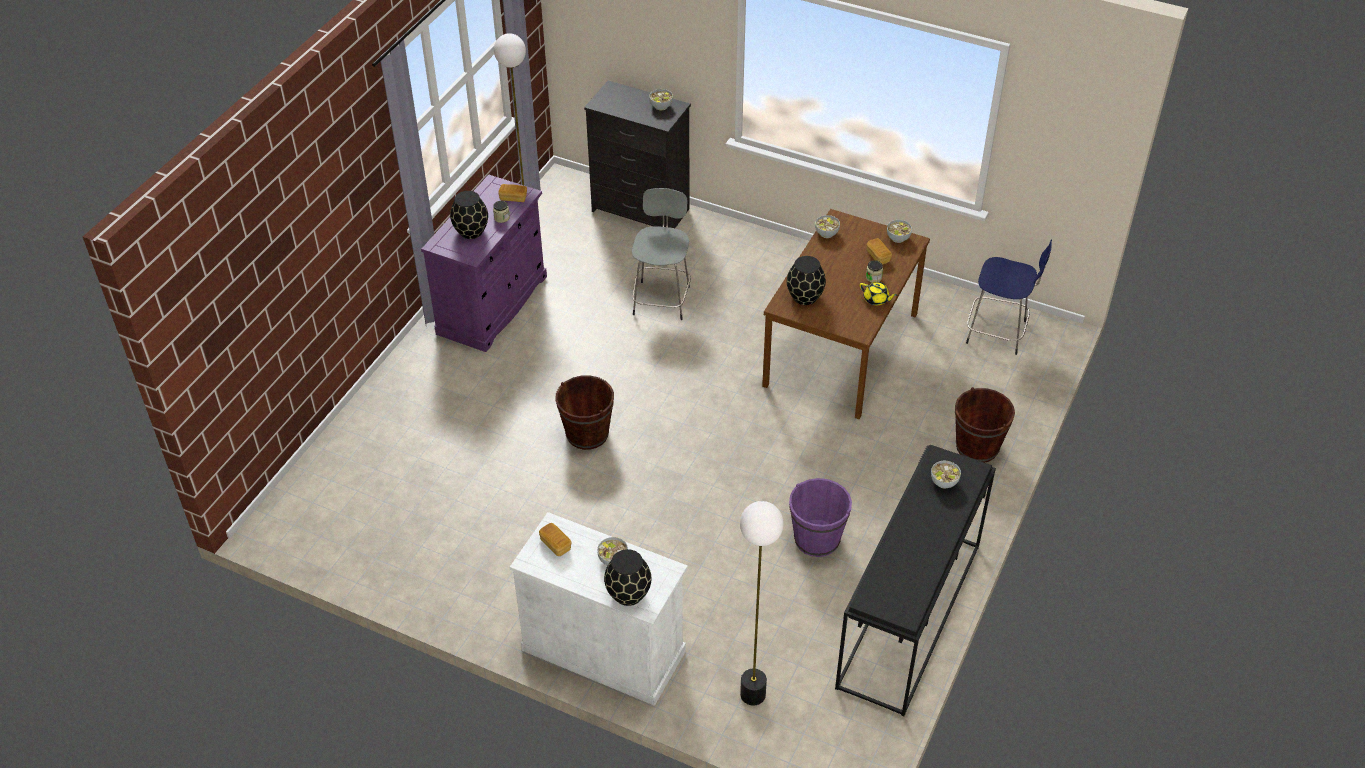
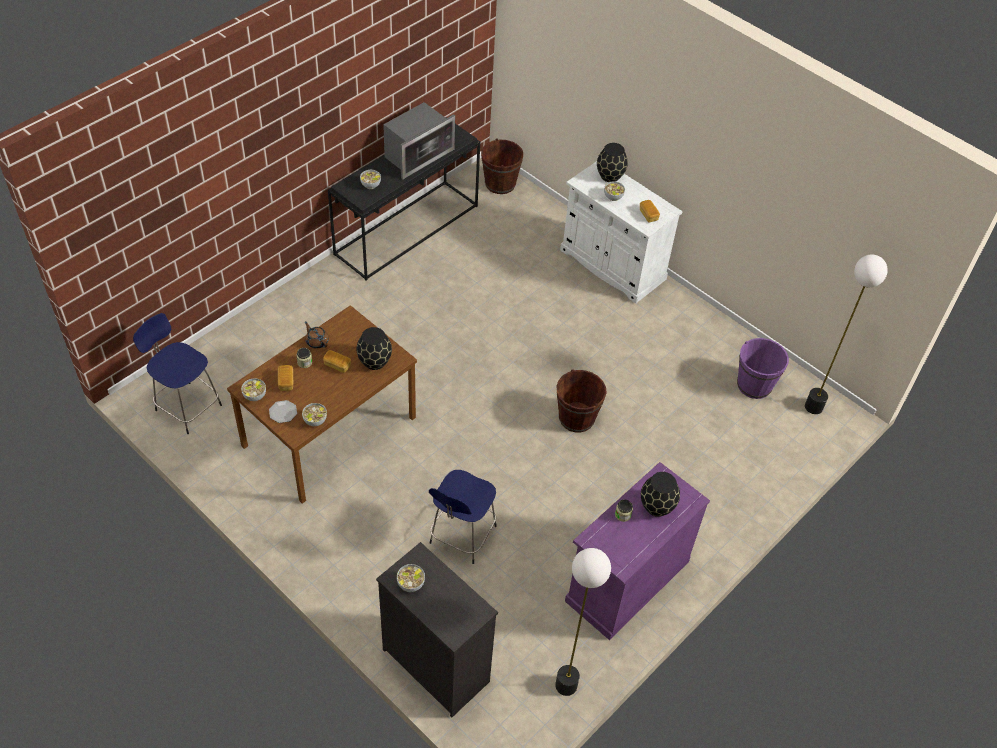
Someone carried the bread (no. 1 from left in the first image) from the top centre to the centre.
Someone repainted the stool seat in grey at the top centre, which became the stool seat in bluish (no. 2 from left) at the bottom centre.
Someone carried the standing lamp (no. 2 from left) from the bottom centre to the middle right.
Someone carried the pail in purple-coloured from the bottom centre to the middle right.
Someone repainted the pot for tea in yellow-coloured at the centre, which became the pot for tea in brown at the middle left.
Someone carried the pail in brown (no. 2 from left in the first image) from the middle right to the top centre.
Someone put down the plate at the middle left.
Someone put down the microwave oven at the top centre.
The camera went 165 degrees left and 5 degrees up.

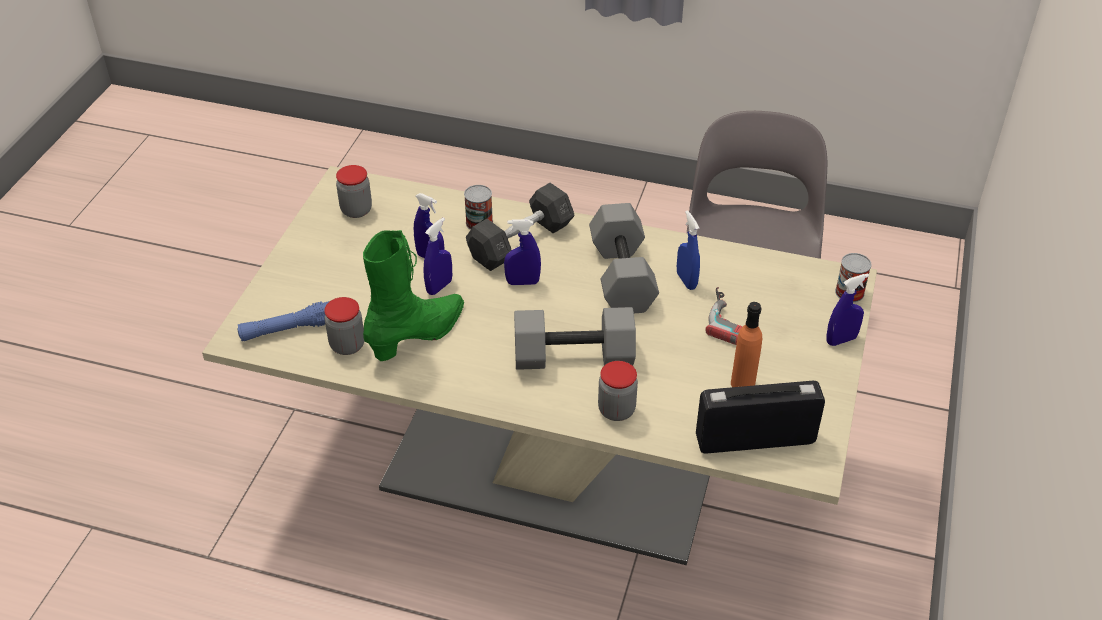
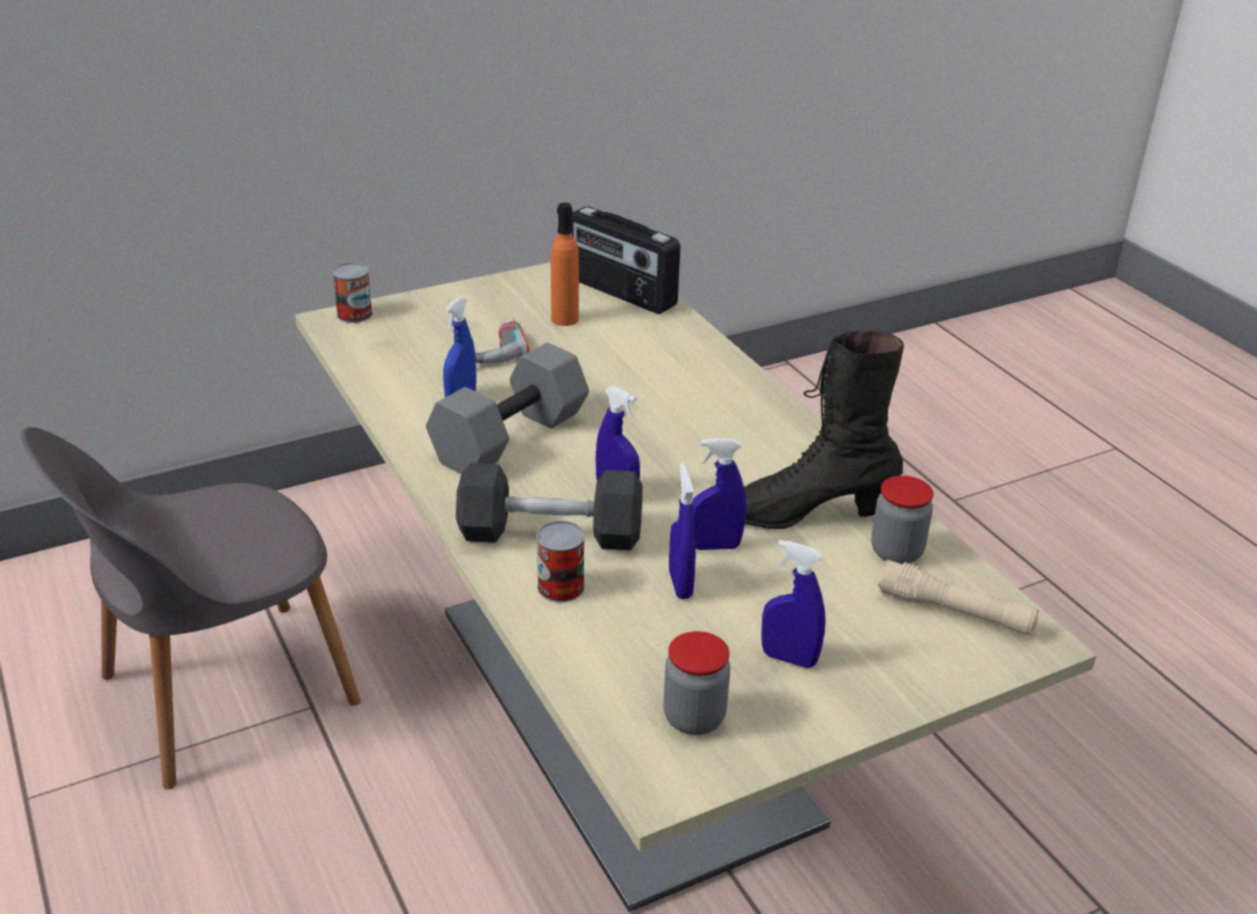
Someone repainted the flashlight in bluish at the middle left, which became the flashlight in beige at the middle right.
Someone repainted the high-top boot in green-coloured at the centre, which became the high-top boot in black at the centre.
Someone took away the free weight in grey (no. 2 from left) at the centre.
Someone took away the storage jar (no. 3 from left) at the centre.
Someone carried the spray bottle in bluish (no. 5 from left) from the middle right to the centre.
The camera went 135 degrees left and 10 degrees down.

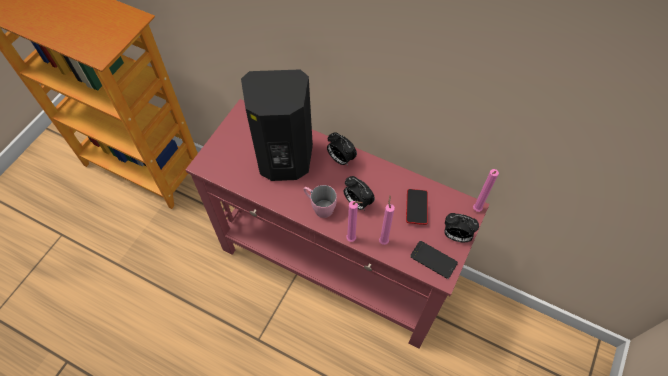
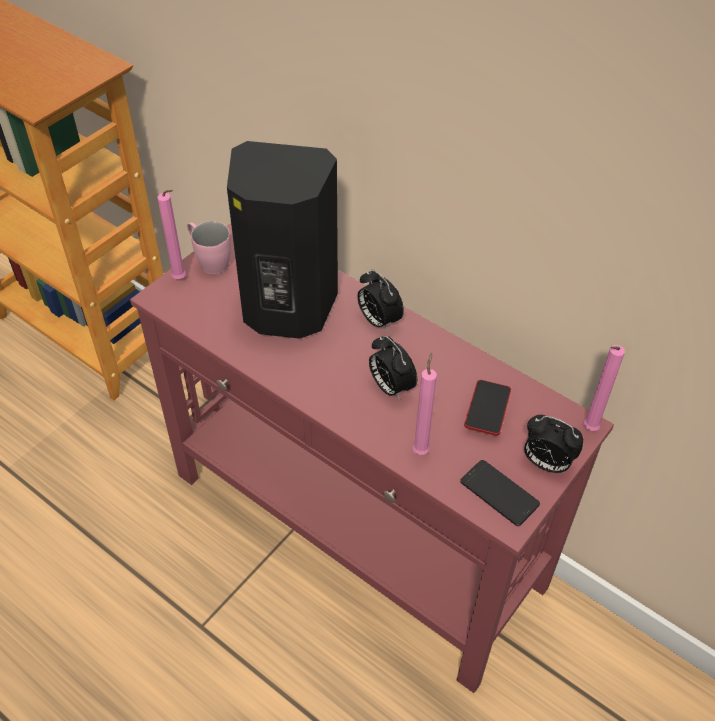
Someone carried the mug in pink from the centre to the middle left.
Someone carried the wax light in pink (no. 1 from left) from the centre to the top left.
The camera went 10 degrees right and 10 degrees down.

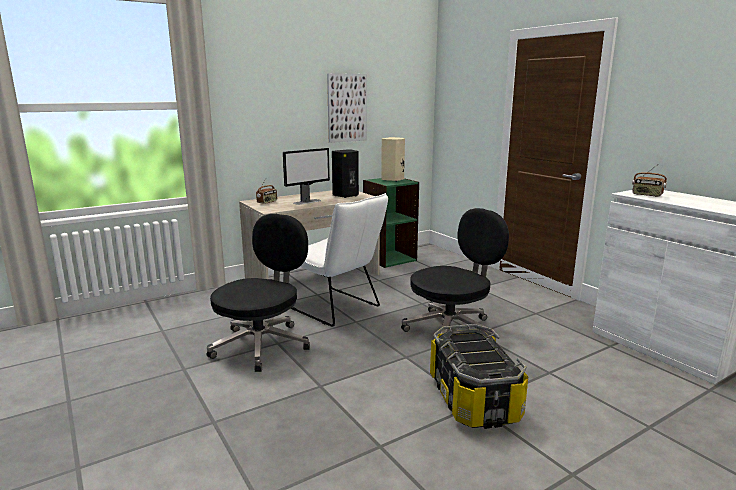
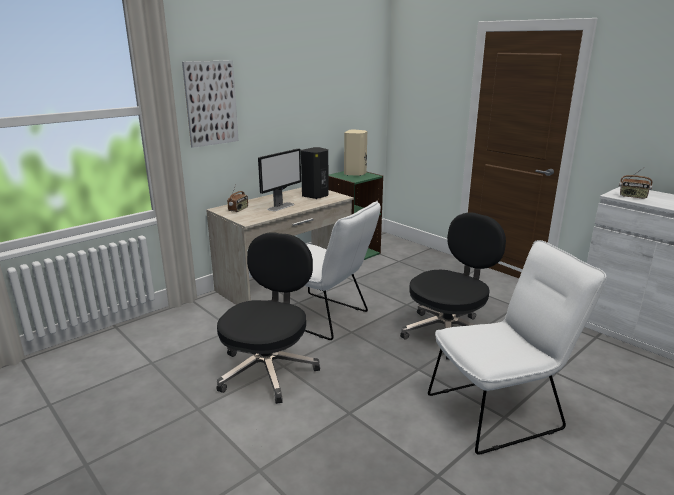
Someone carried the wall picture from the top centre to the top left.
Someone swapped the storage box at the bottom centre for the plain chair in whitish (no. 2 from left) at the bottom right.
The camera went 10 degrees left and 5 degrees up.

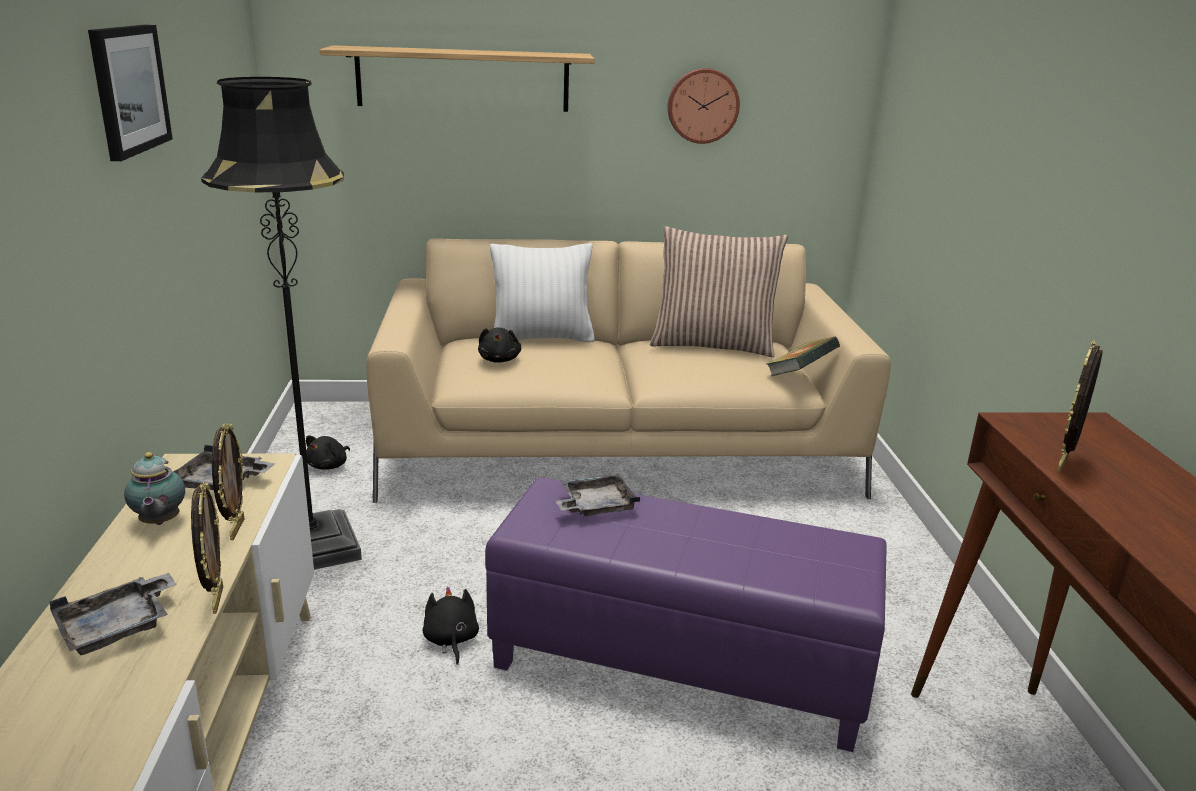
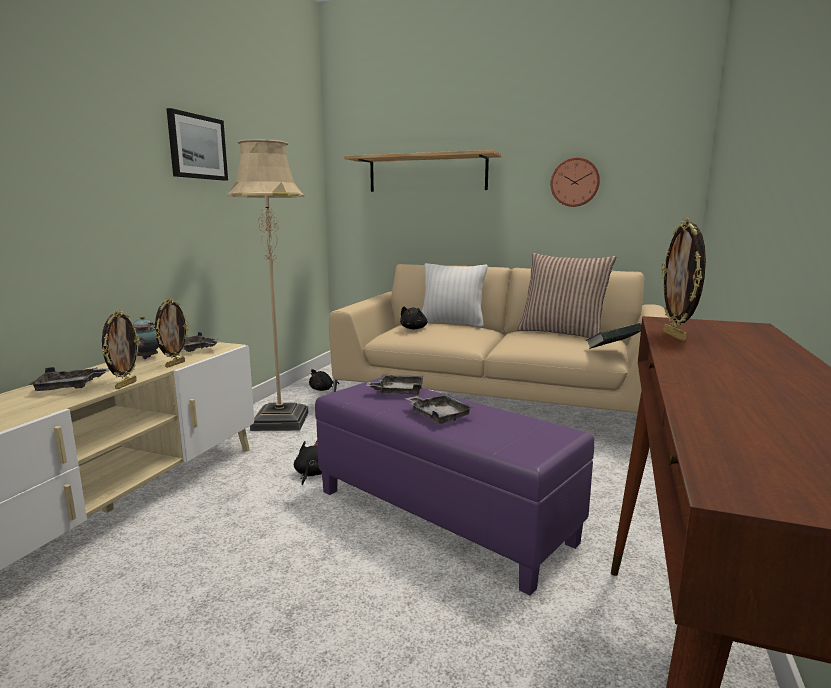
Someone repainted the standing lamp in black at the middle left, which became the standing lamp in beige at the middle left.
Someone rotated the photo frame (no. 3 from left) at the middle right by 60 degrees counterclockwise.
Someone put down the tray in grey (no. 4 from left) at the centre.
The camera went 25 degrees right and 10 degrees down.

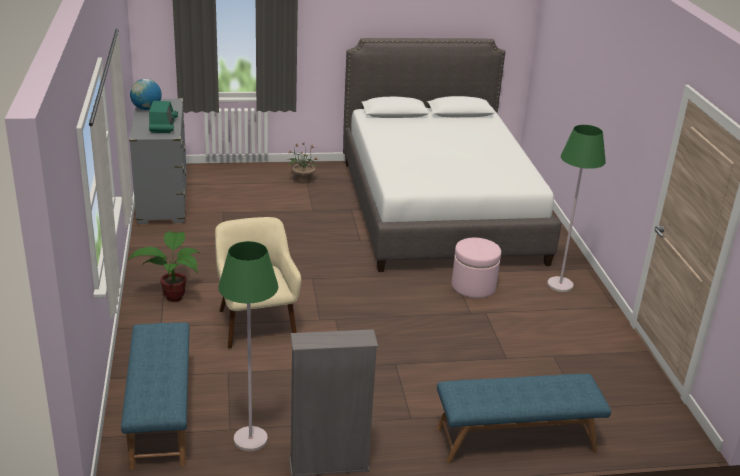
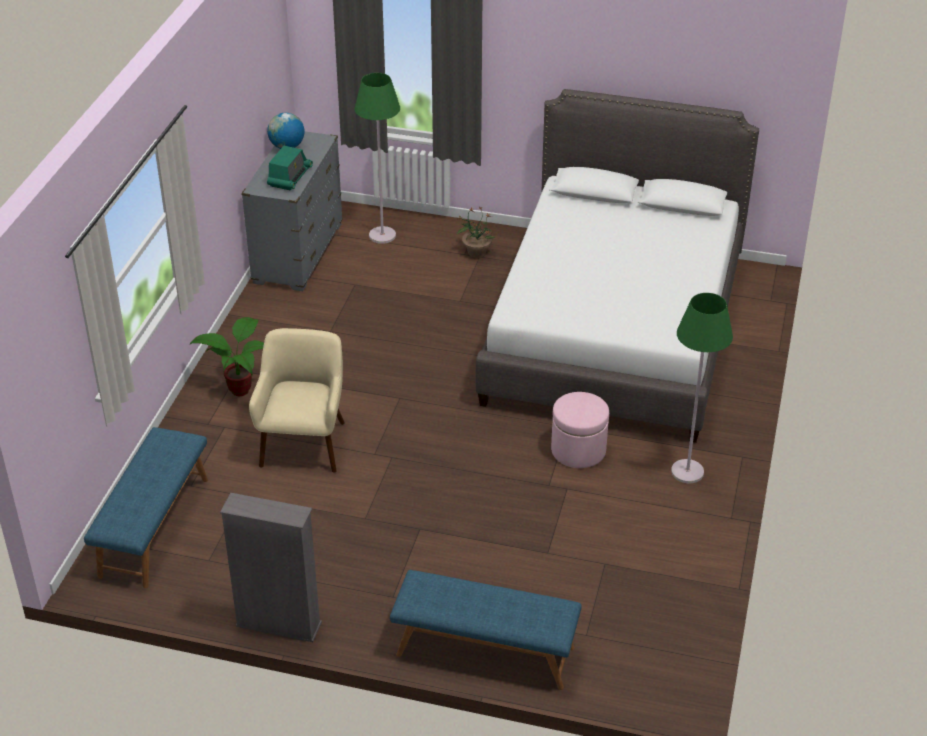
Someone carried the standing lamp in green-coloured (no. 1 from left) from the bottom centre to the top centre.
The camera went 25 degrees right and 10 degrees up.

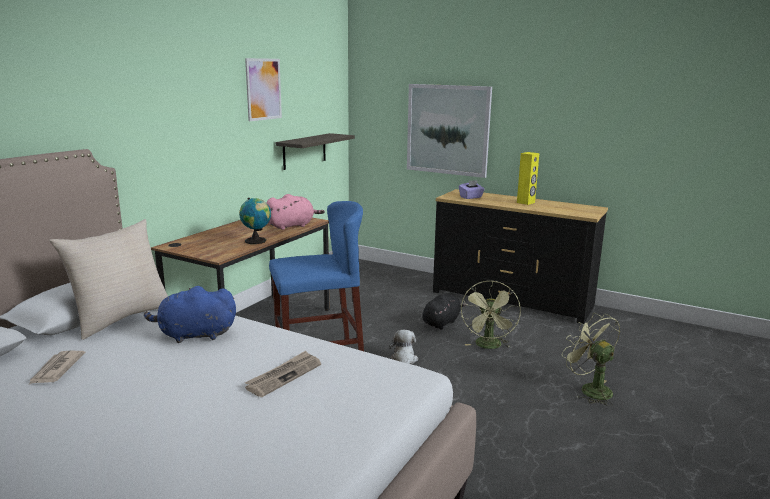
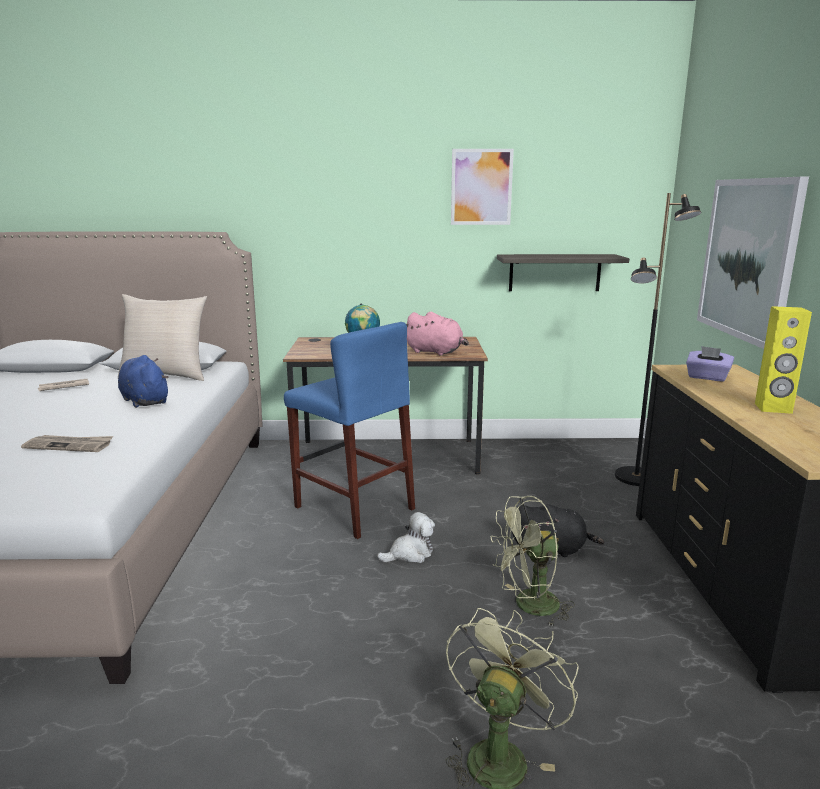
Someone put down the standing lamp in black at the middle right.
The camera went 60 degrees right and 0 degrees up.

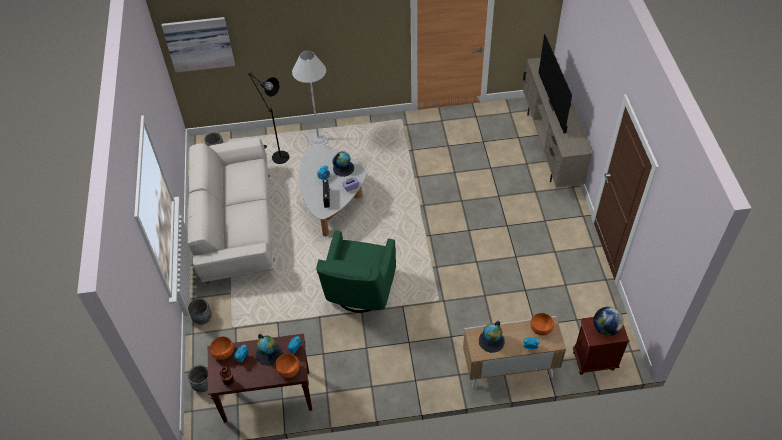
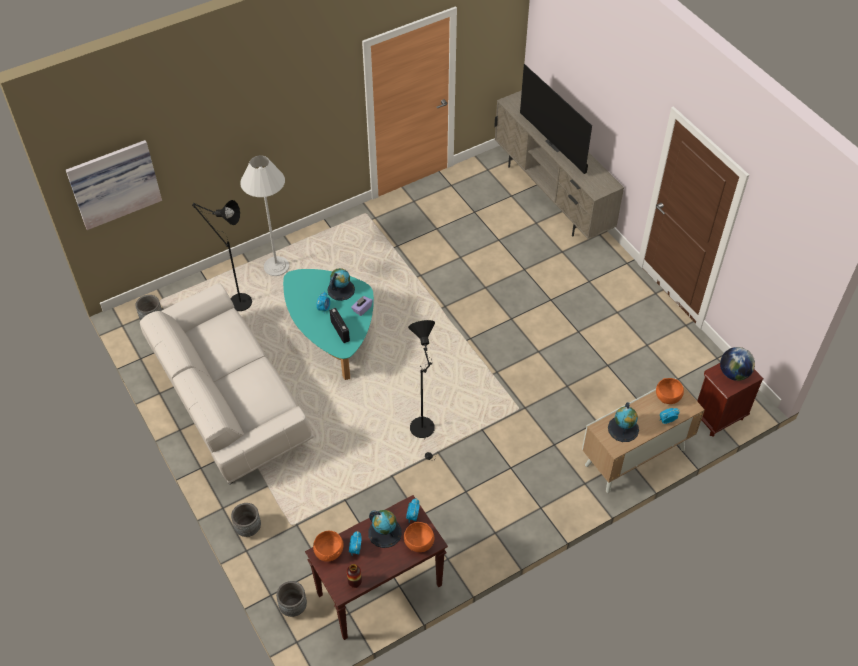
Someone repainted the low table in whitish at the centre, which became the low table in blue-green at the centre.
Someone swapped the lounge chair in green-coloured at the centre for the standing lamp in black (no. 2 from left) at the centre.
The camera went 25 degrees left and 0 degrees up.

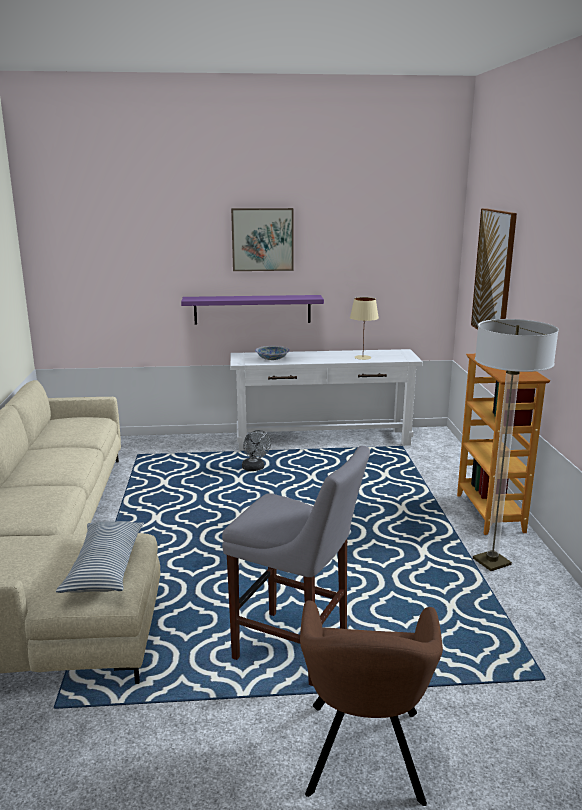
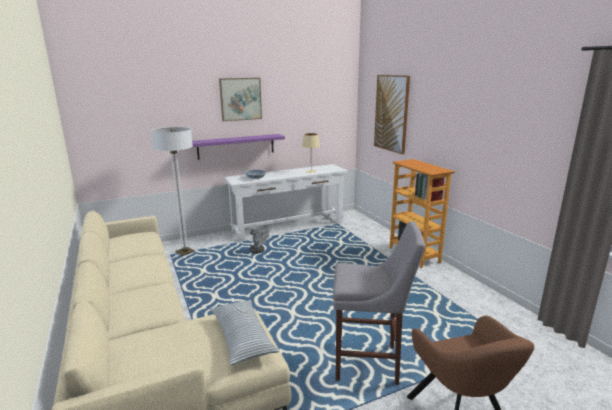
Someone carried the standing lamp from the middle right to the middle left.
The camera went 20 degrees left and 0 degrees up.

